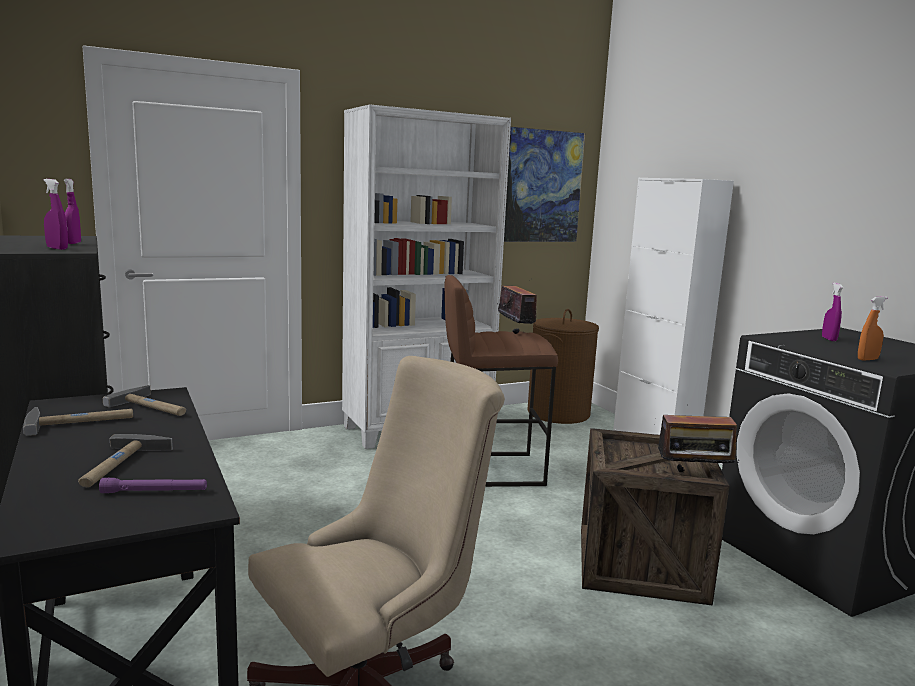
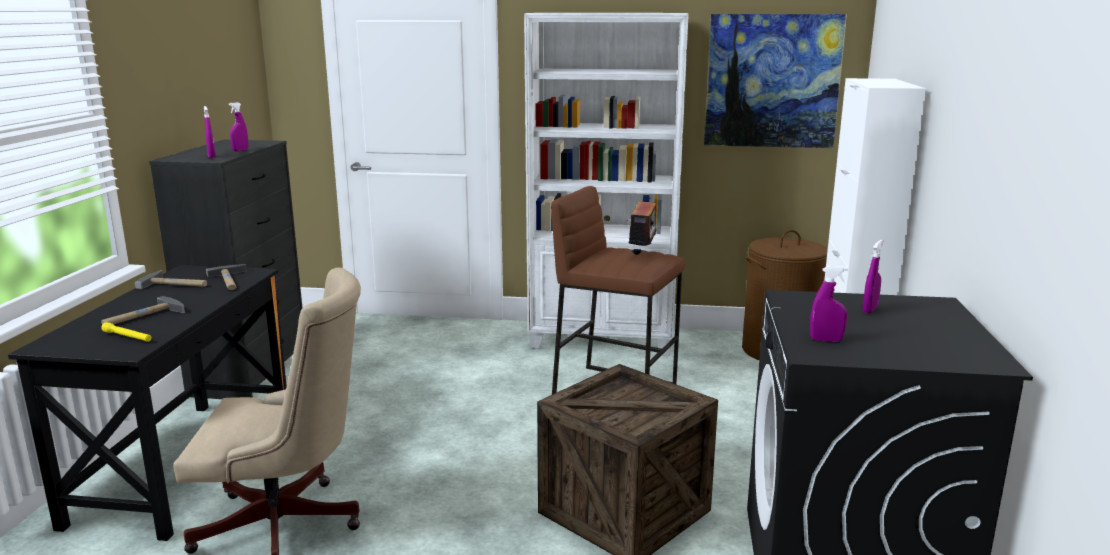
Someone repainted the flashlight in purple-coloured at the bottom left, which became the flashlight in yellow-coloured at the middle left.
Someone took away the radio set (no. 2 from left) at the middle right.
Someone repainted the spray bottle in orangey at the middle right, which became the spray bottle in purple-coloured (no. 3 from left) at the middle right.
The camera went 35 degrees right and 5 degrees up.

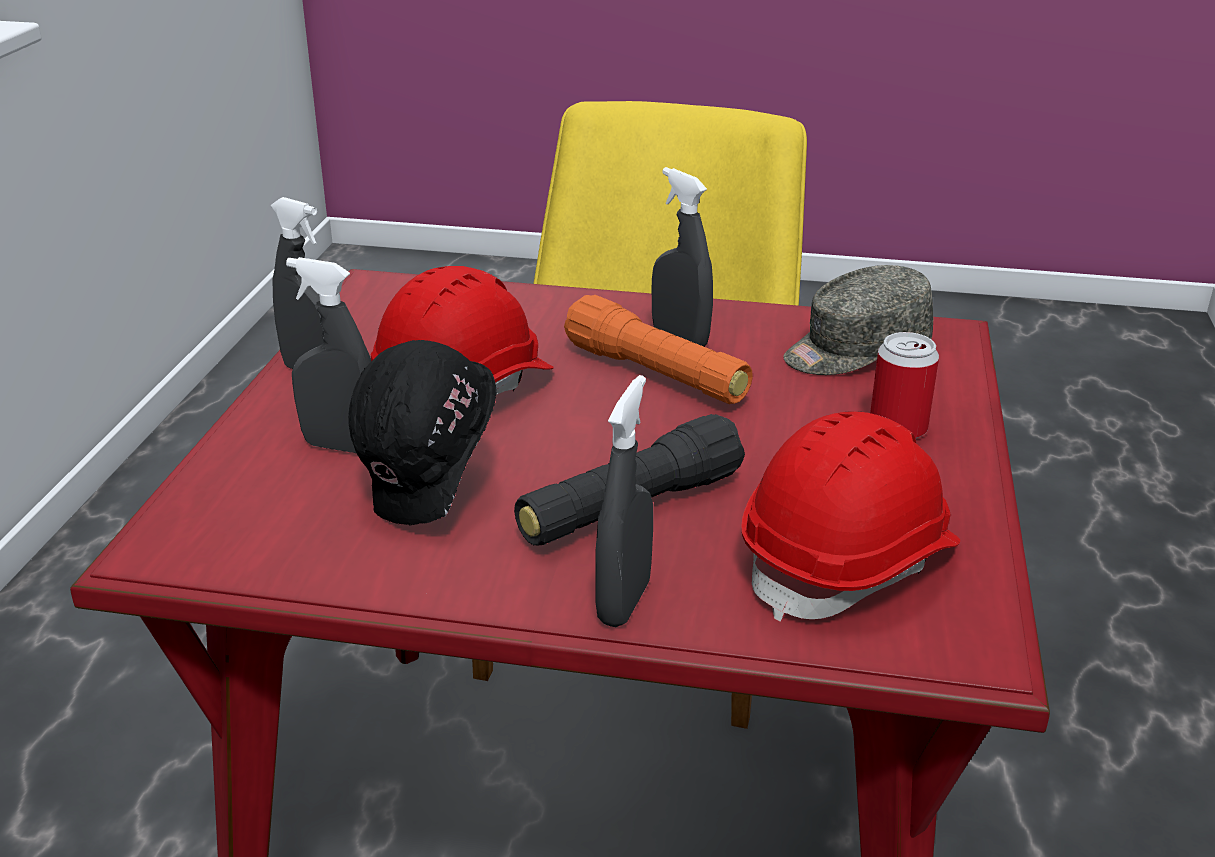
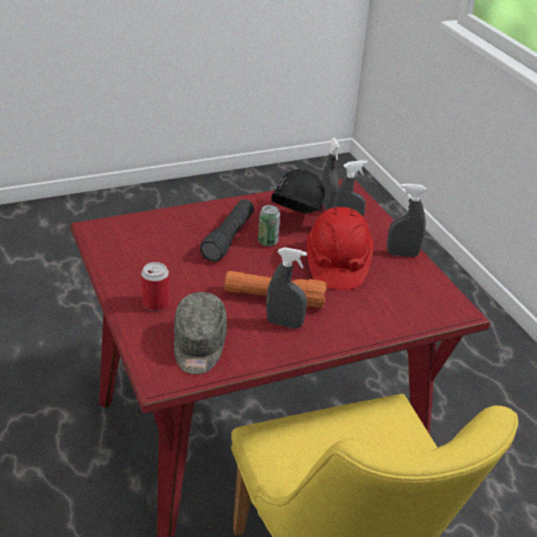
Someone carried the spray bottle in grey (no. 3 from left in the first image) from the centre to the top centre.
Someone took away the hard hat in red-coloured (no. 2 from left) at the middle right.
Someone rotated the cap in grey at the middle right by 150 degrees clockwise.
Someone put down the sealed can (no. 2 from left) at the centre.
The camera went 145 degrees right and 5 degrees up.

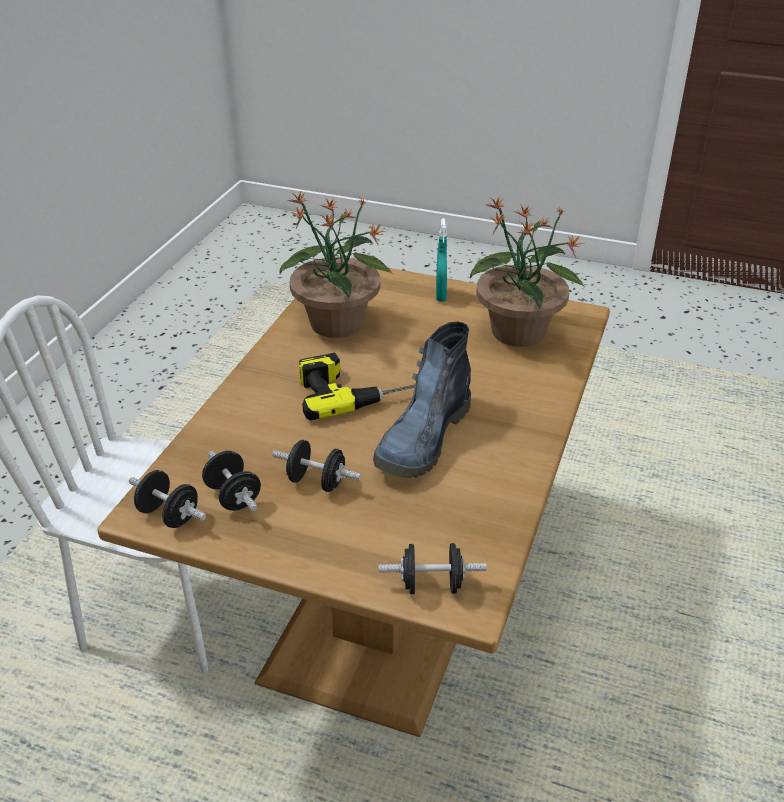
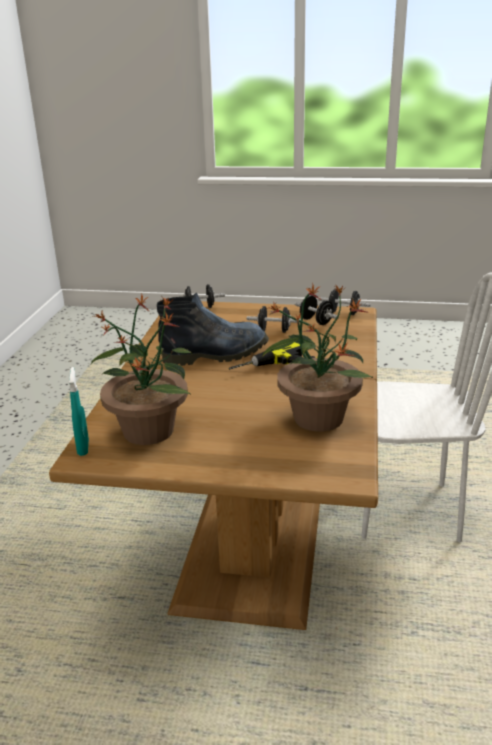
Someone rotated the high-top boot at the centre by 60 degrees clockwise.
Someone carried the spray bottle in blue-green from the top centre to the middle left.
The camera went 170 degrees right and 10 degrees down.

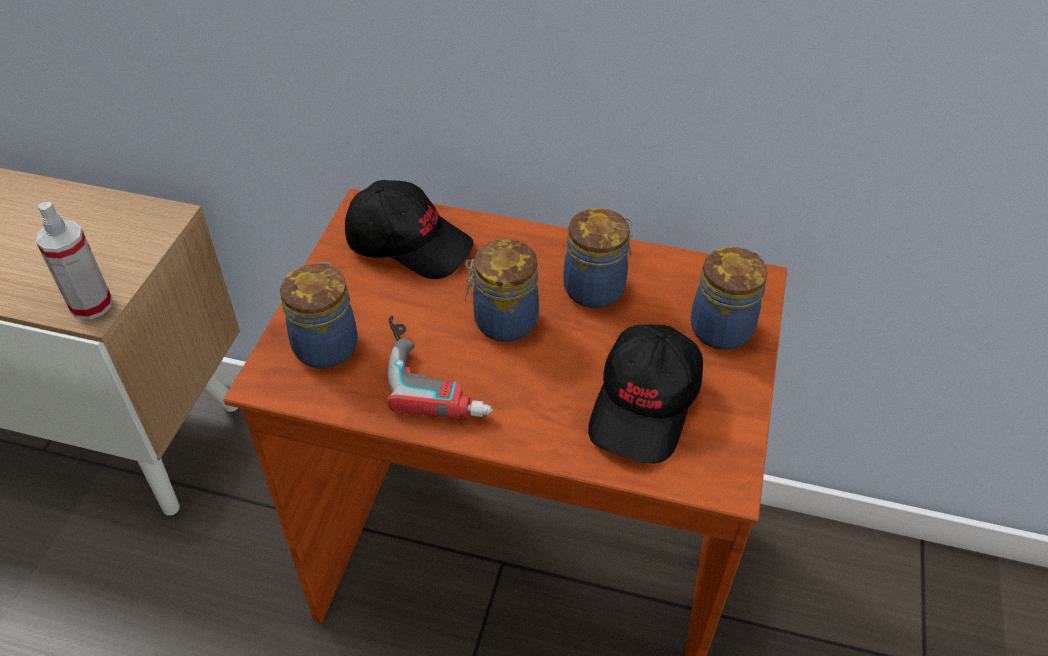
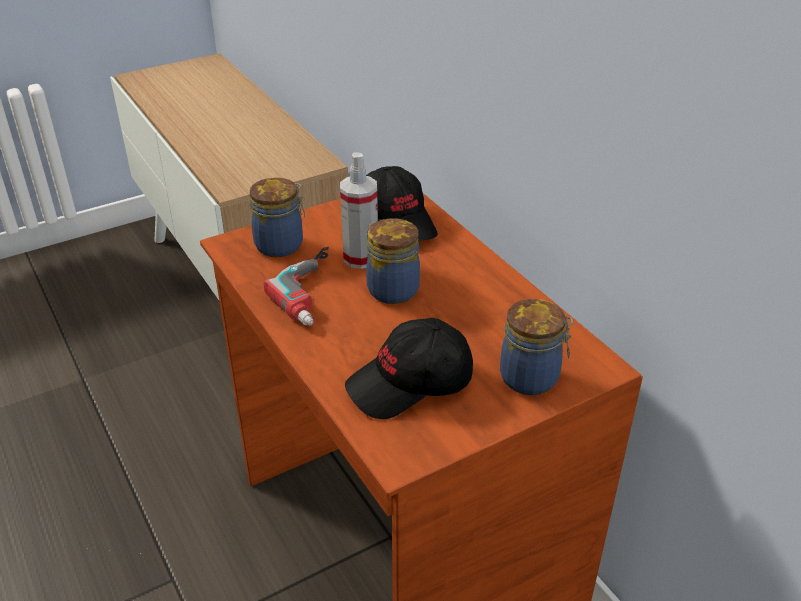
Someone carried the spray bottle from the middle left to the centre.
Someone took away the storage jar (no. 3 from left) at the centre.
The camera went 45 degrees right and 10 degrees down.

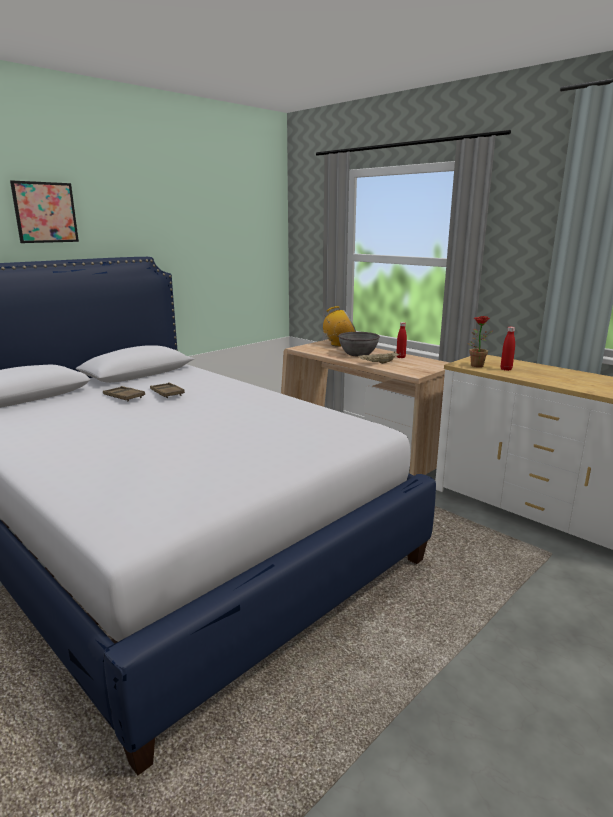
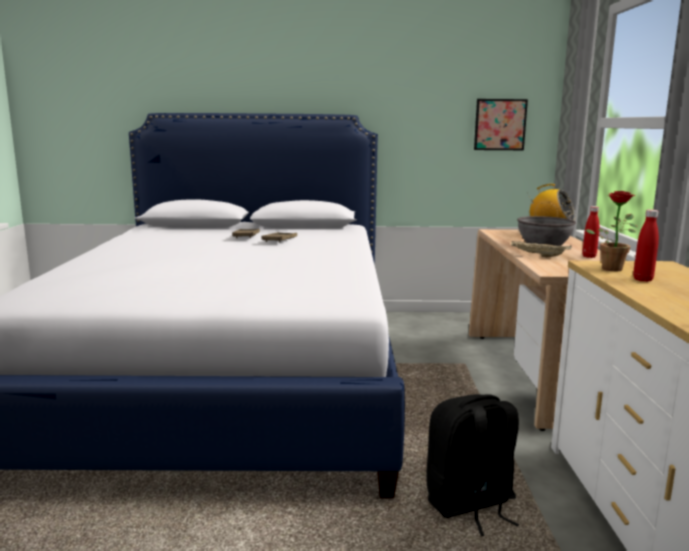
Someone carried the wall picture from the top left to the top right.
Someone put down the knapsack in black at the bottom right.
The camera went 45 degrees right and 5 degrees down.

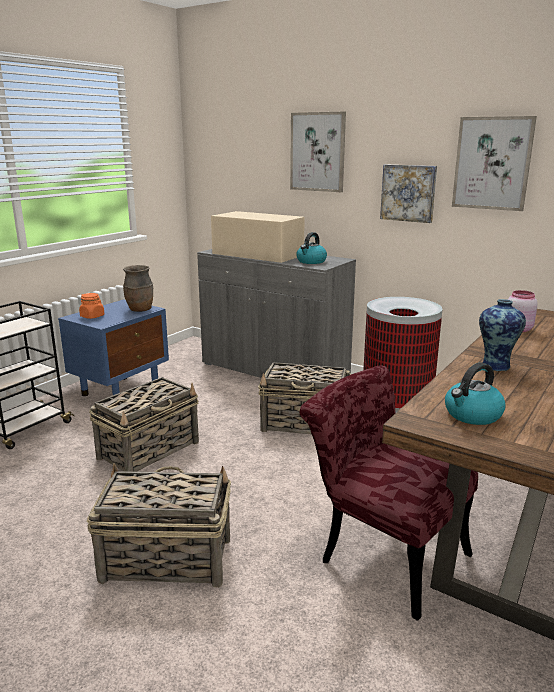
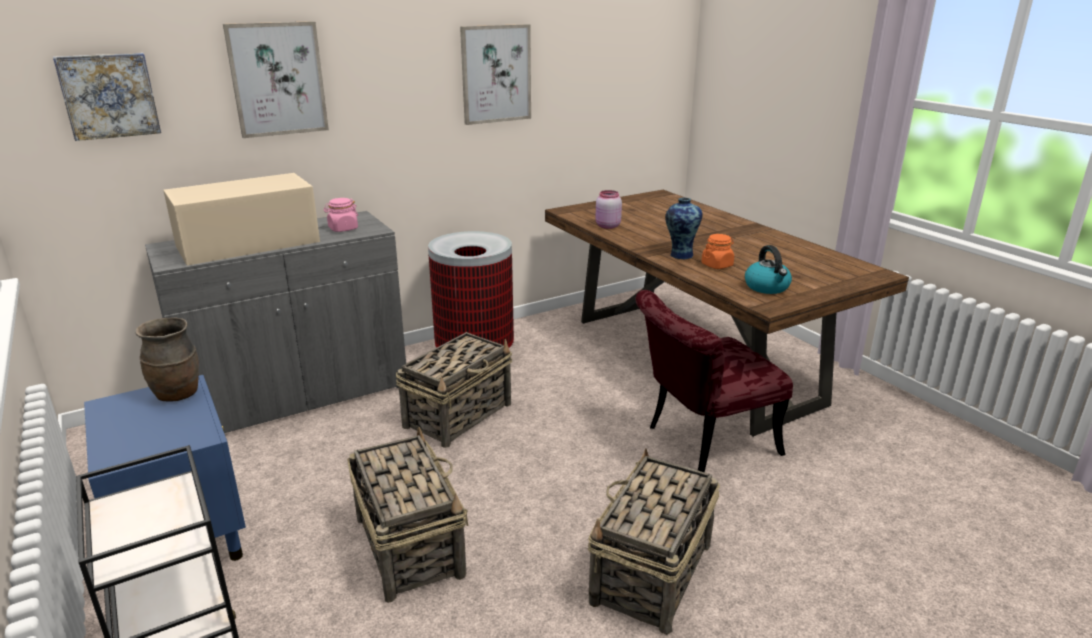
Someone carried the storage jar in orangey from the middle left to the centre.
Someone swapped the tea kettle (no. 1 from left) at the centre for the storage jar in pink (no. 1 from left) at the middle left.
Someone carried the wall picture (no. 2 from left in the first image) from the top right to the top left.
The camera went 65 degrees left and 5 degrees up.

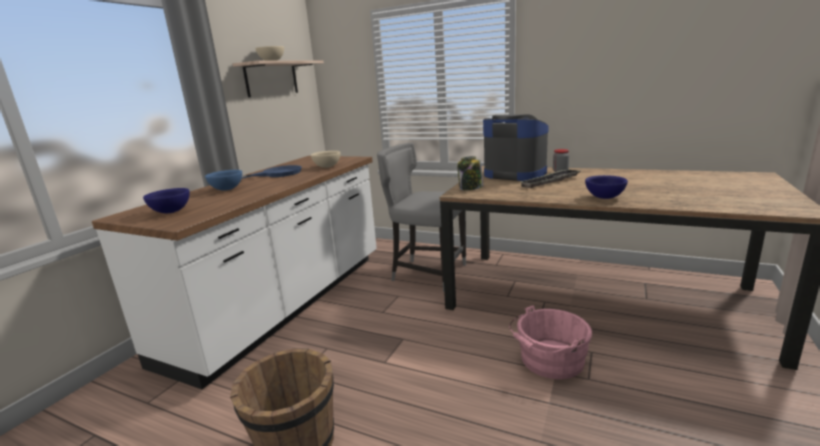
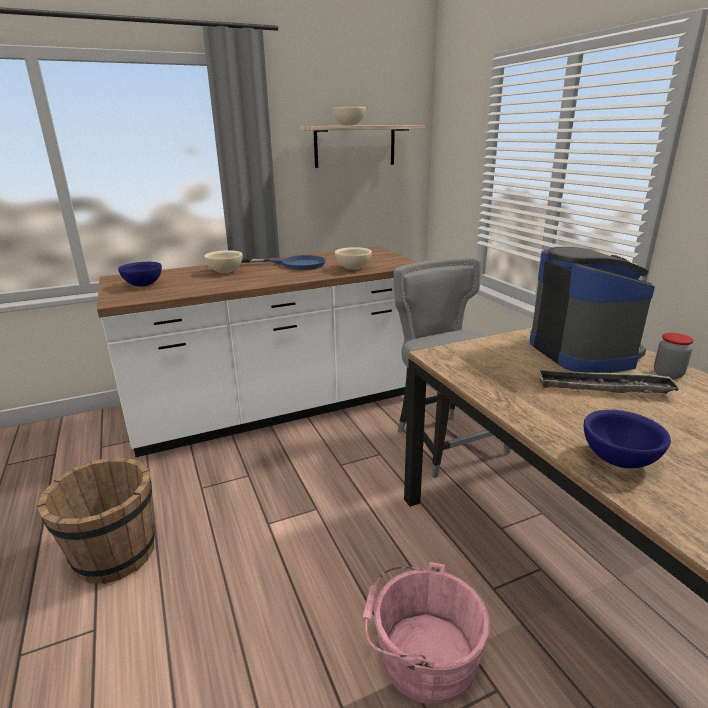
Someone repainted the deep dish in bluish (no. 2 from left) at the middle left, which became the deep dish in beige (no. 1 from left) at the middle left.
Someone took away the storage jar (no. 1 from left) at the centre.
The camera went 40 degrees right and 5 degrees up.

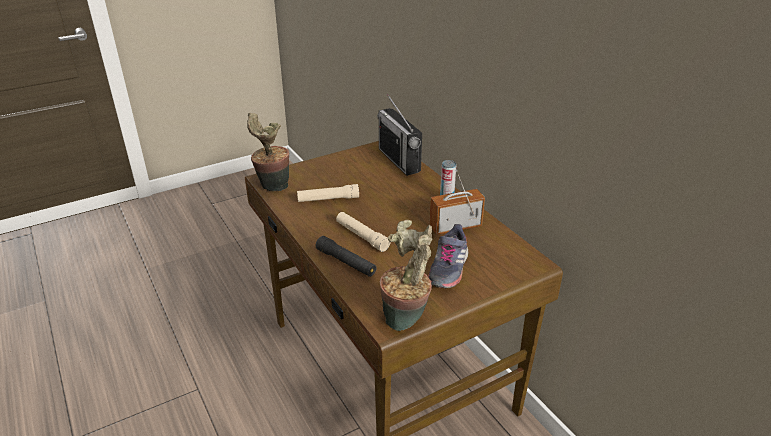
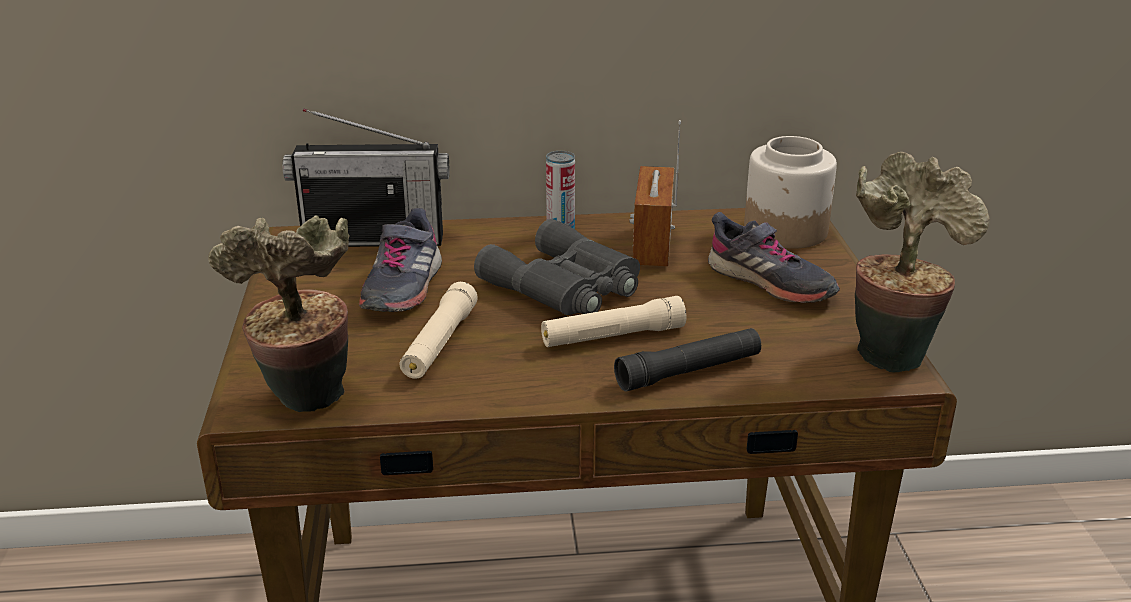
Someone put down the shoe in grey (no. 1 from left) at the centre.
Someone put down the field glasses in grey at the centre.
Someone put down the storage jar at the top right.
The camera went 65 degrees left and 5 degrees down.

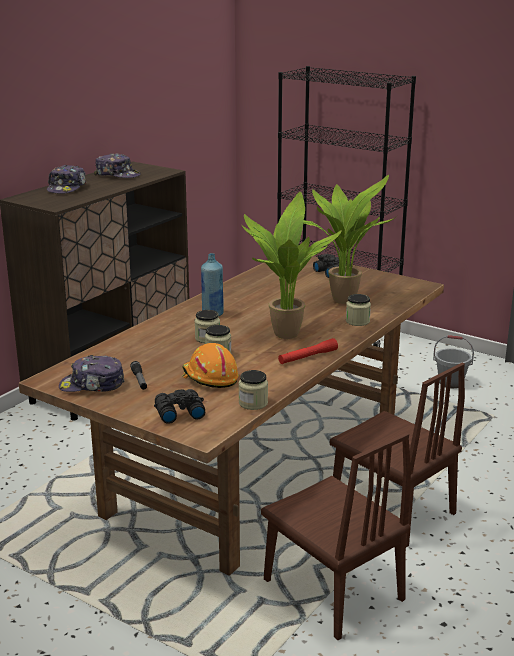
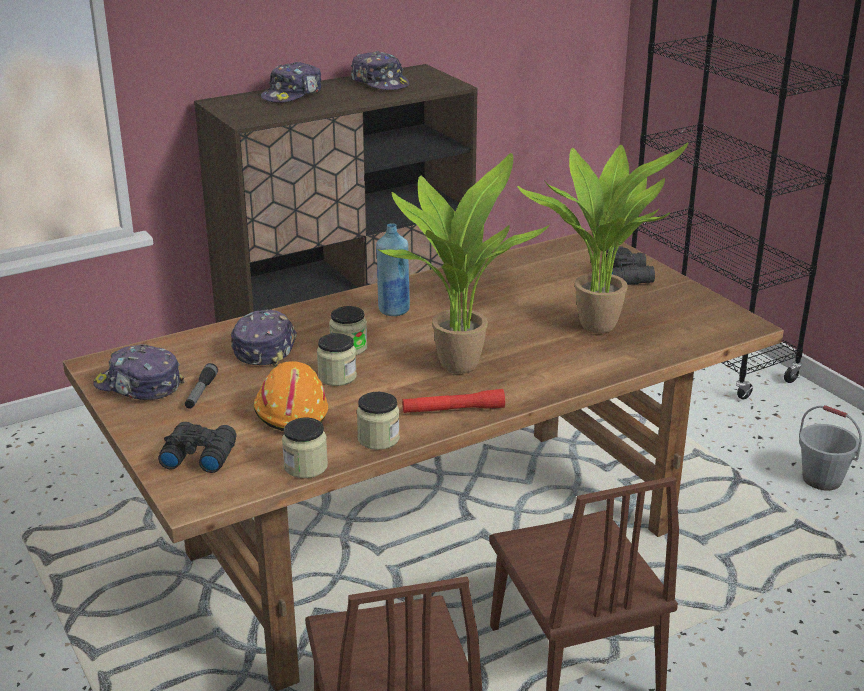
Someone carried the storage jar (no. 4 from left) from the middle right to the centre.
Someone put down the cap (no. 2 from left) at the middle left.
The camera went 25 degrees right and 5 degrees up.

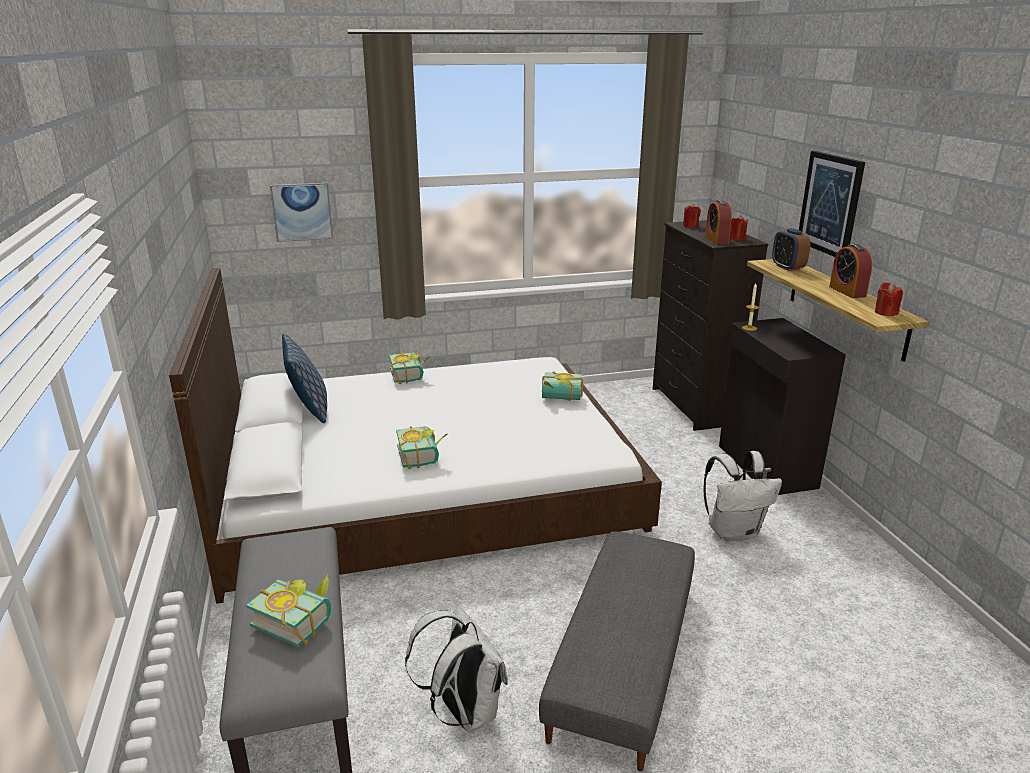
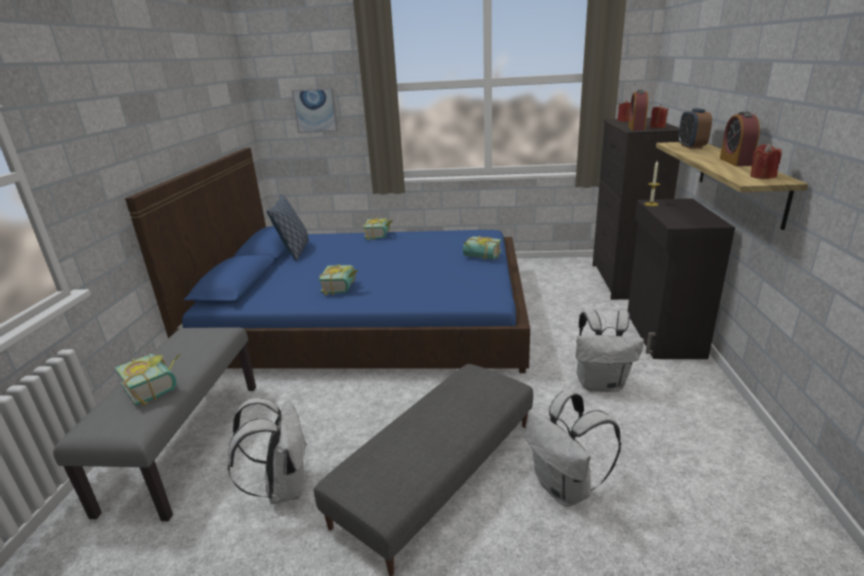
Someone repainted the sleeping bed in whitish at the centre, which became the sleeping bed in bluish at the centre.
Someone took away the wall picture (no. 2 from left) at the top right.
Someone put down the knapsack in whitish (no. 2 from left) at the bottom centre.
The camera went 20 degrees right and 0 degrees up.

